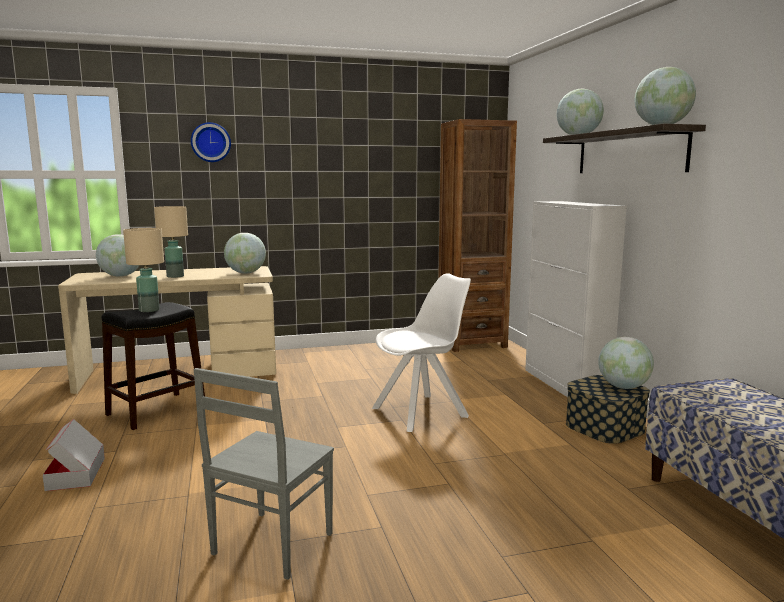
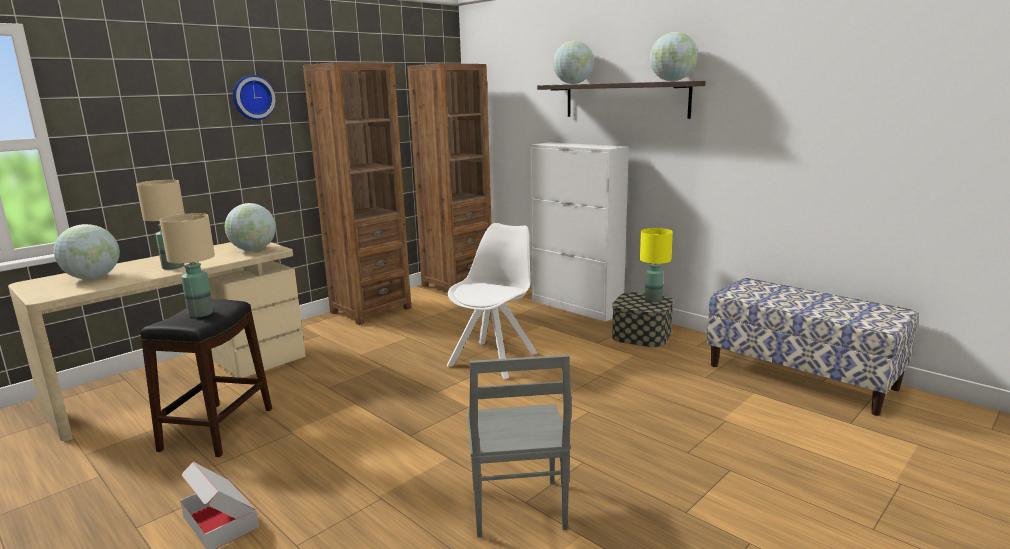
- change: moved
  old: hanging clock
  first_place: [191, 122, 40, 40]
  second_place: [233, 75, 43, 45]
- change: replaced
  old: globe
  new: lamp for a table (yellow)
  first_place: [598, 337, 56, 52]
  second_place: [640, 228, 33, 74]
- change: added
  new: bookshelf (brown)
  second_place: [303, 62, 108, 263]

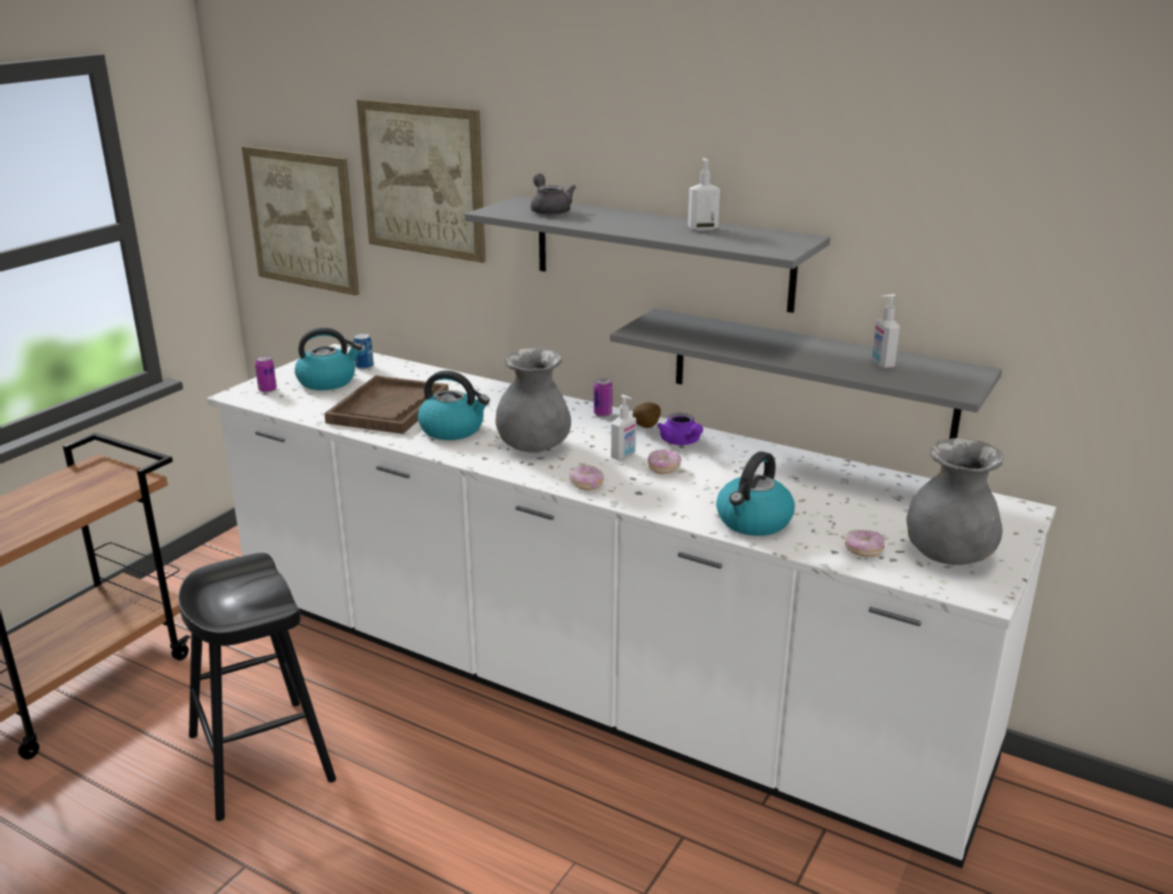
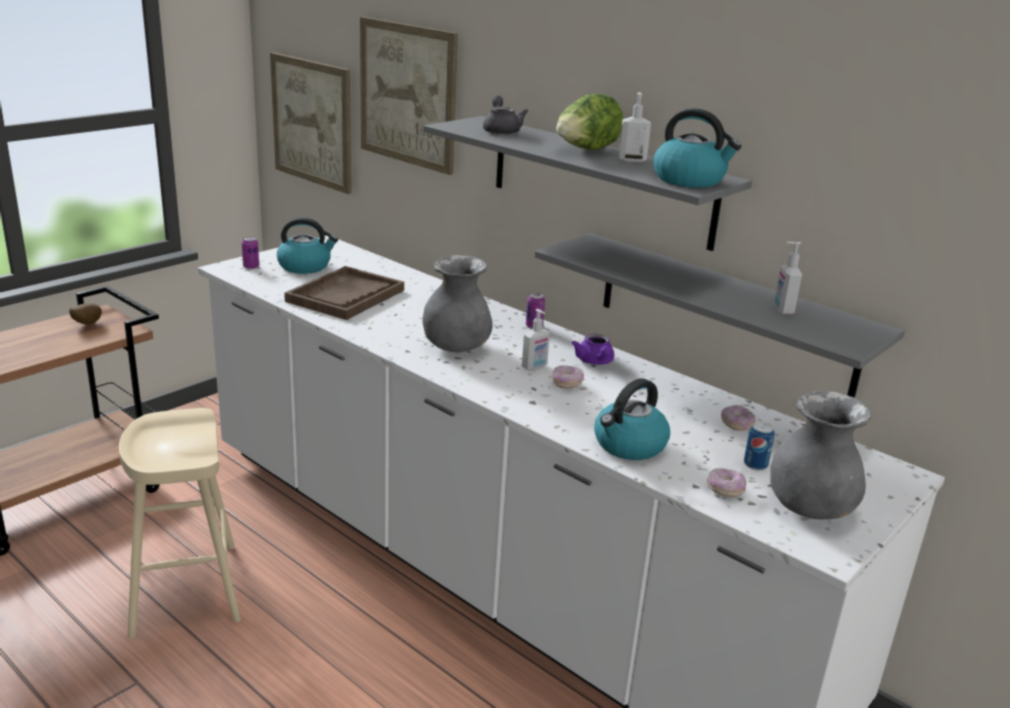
- change: moved
  old: metal can
  first_place: [353, 333, 21, 36]
  second_place: [744, 422, 31, 48]
- change: moved
  old: tea kettle
  first_place: [418, 370, 72, 70]
  second_place: [653, 108, 88, 80]
- change: moved
  old: spud
  first_place: [632, 402, 29, 26]
  second_place: [69, 303, 33, 22]
- change: moved
  old: donut
  first_place: [570, 465, 34, 25]
  second_place: [721, 405, 34, 26]
- change: recoloured
  old: sitting stool (blackish)
  new: sitting stool (beige)
  first_place: [178, 553, 158, 268]
  second_place: [119, 408, 122, 231]
- change: added
  new: lettuce head
  second_place: [556, 93, 67, 57]

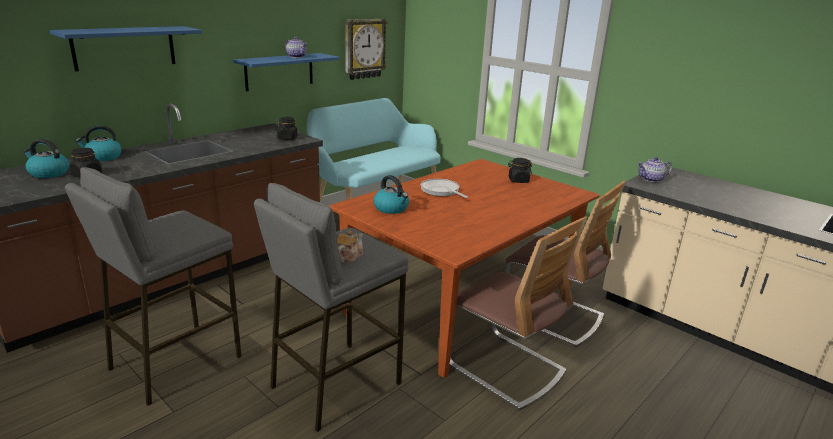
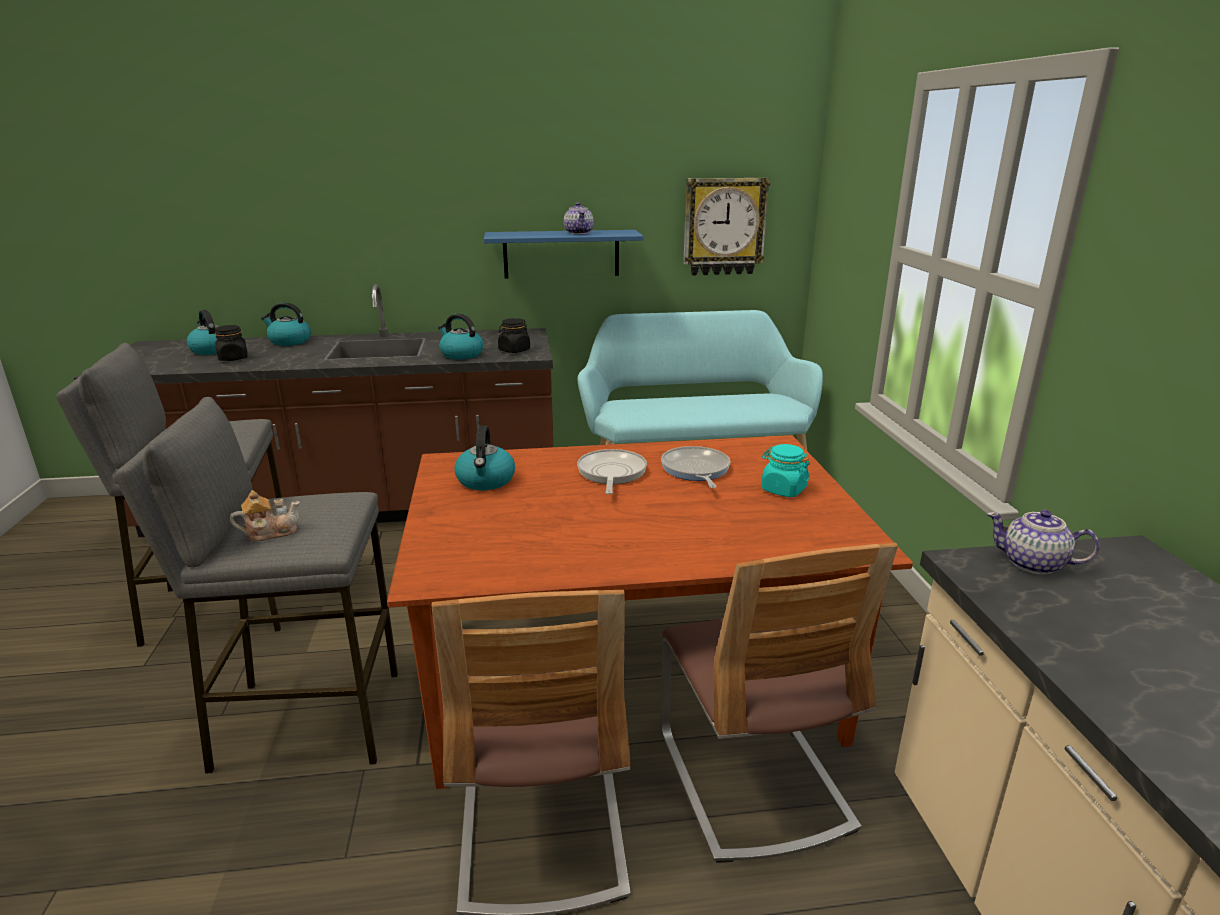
- change: removed
  old: wall shelf (bluish)
  first_place: [50, 26, 152, 45]
- change: recoloured
  old: storage jar (blackish)
  new: storage jar (turquoise)
  first_place: [508, 158, 24, 25]
  second_place: [761, 444, 49, 53]
- change: added
  new: tea kettle
  second_place: [438, 313, 46, 47]
- change: added
  new: pan
  second_place: [661, 446, 69, 42]

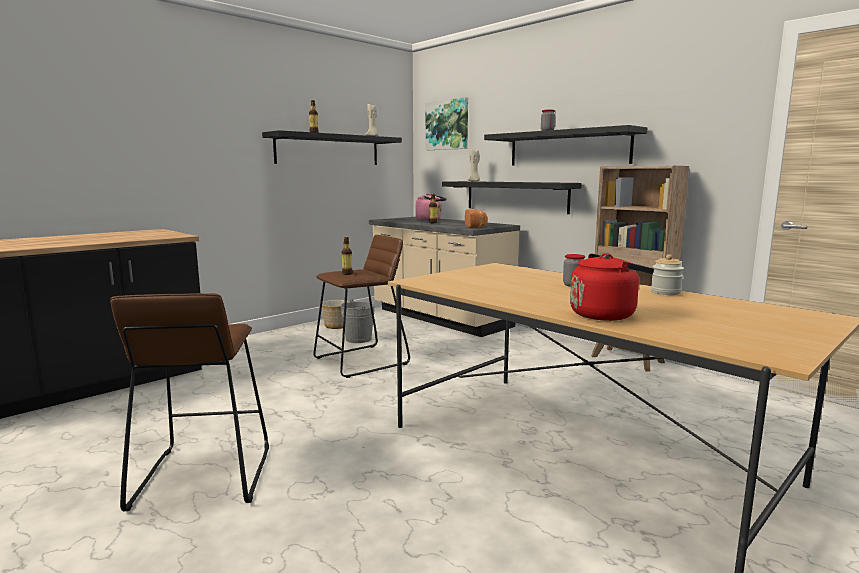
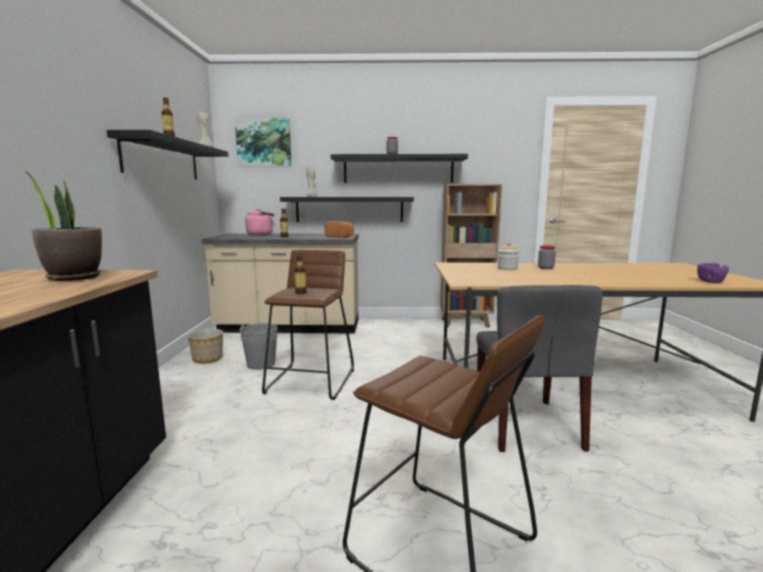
- change: removed
  old: tea kettle (red-coloured)
  first_place: [570, 253, 84, 68]
- change: moved
  old: storage jar
  first_place: [651, 254, 33, 41]
  second_place: [498, 242, 21, 28]
- change: added
  new: houseplant
  second_place: [25, 171, 77, 110]
- change: added
  new: deep dish (purplish)
  second_place: [697, 263, 32, 20]
- change: added
  new: chair (grey)
  second_place: [476, 285, 127, 167]

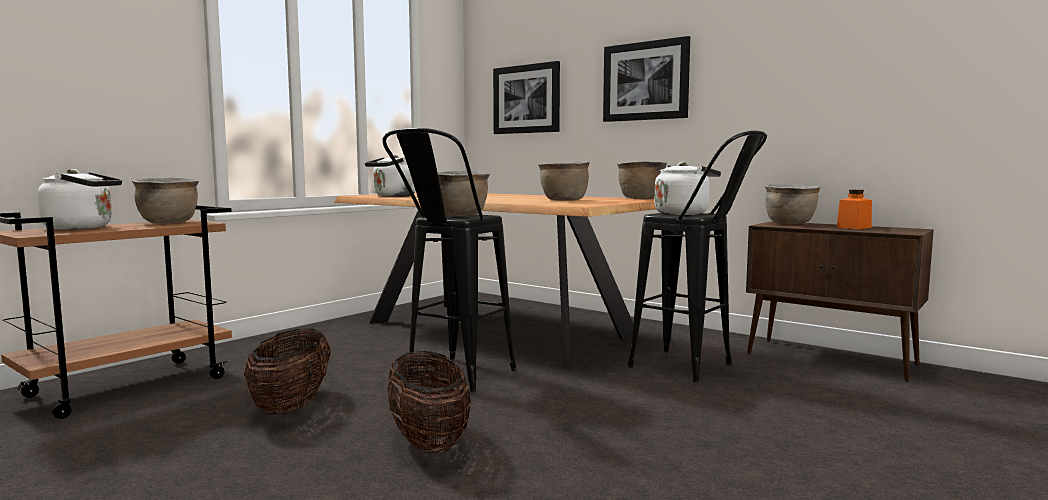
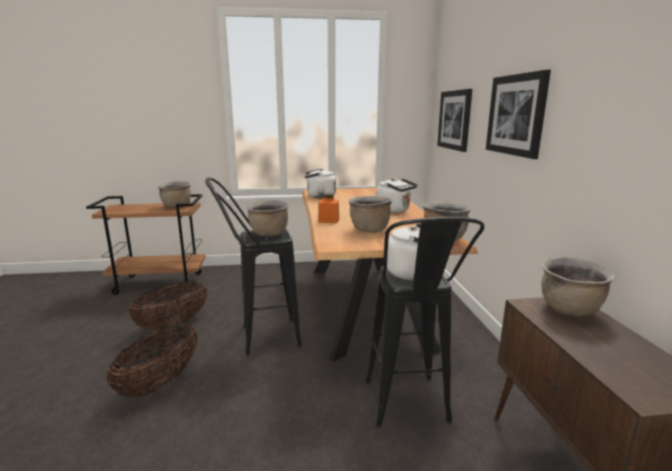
- change: moved
  old: tea kettle (white-coloured)
  first_place: [38, 169, 84, 61]
  second_place: [376, 178, 41, 35]
- change: moved
  old: storage jar (orange)
  first_place: [837, 190, 35, 39]
  second_place: [318, 194, 21, 29]

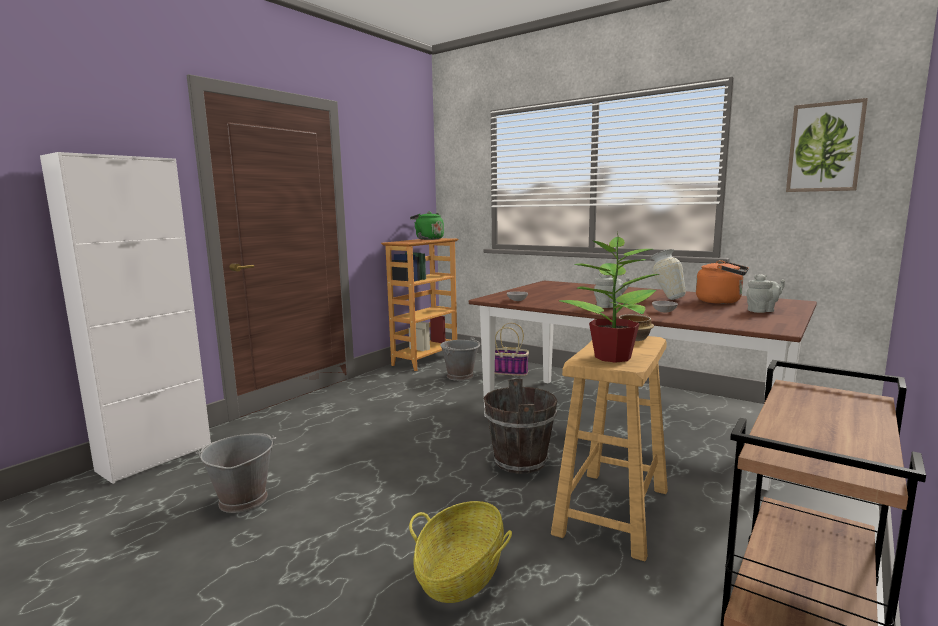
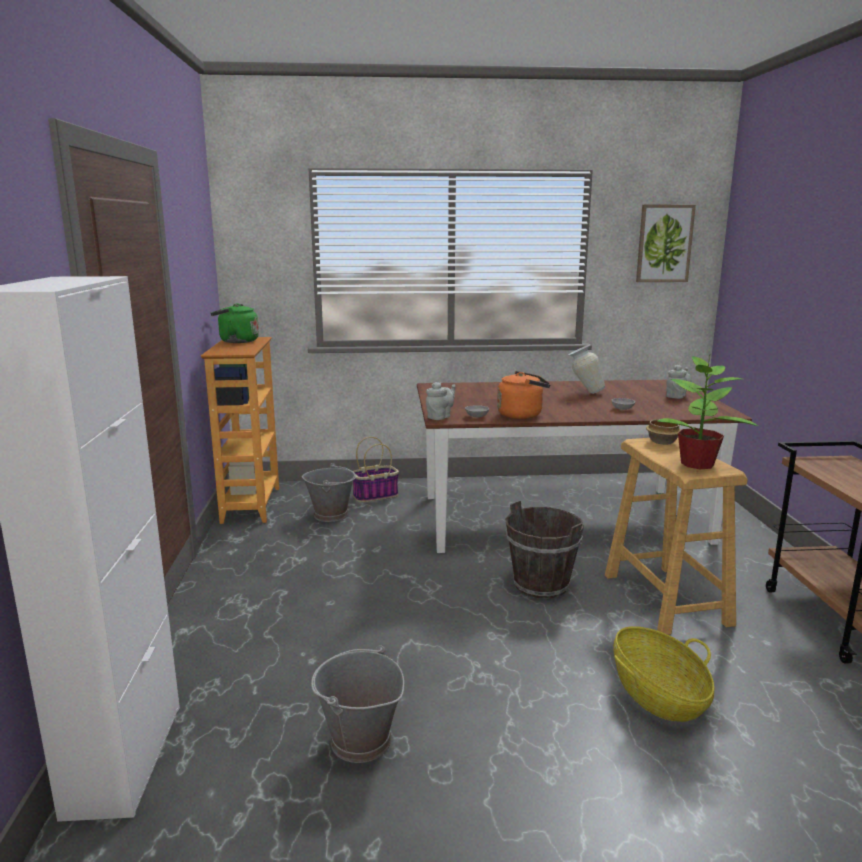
- change: moved
  old: tea kettle (orange)
  first_place: [696, 260, 53, 44]
  second_place: [497, 371, 54, 48]
- change: moved
  old: pot for tea (grey)
  first_place: [594, 273, 36, 35]
  second_place: [426, 382, 29, 38]

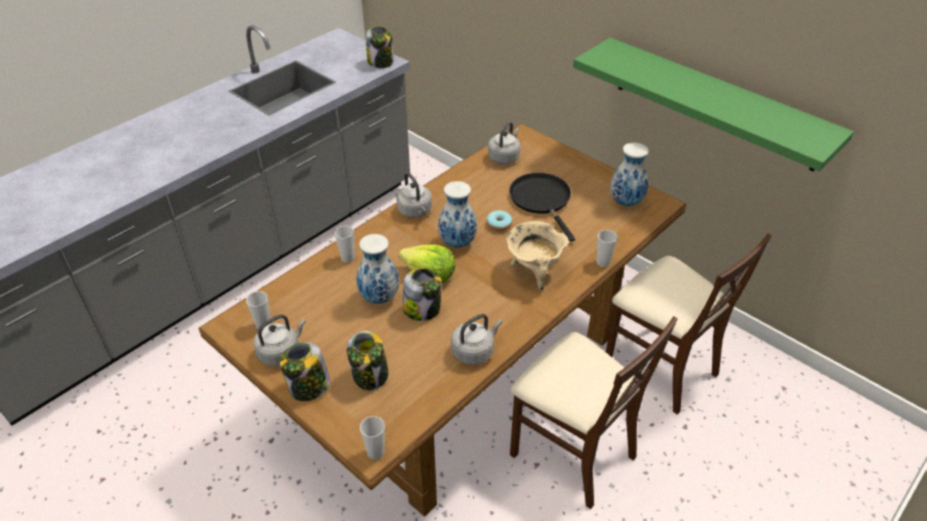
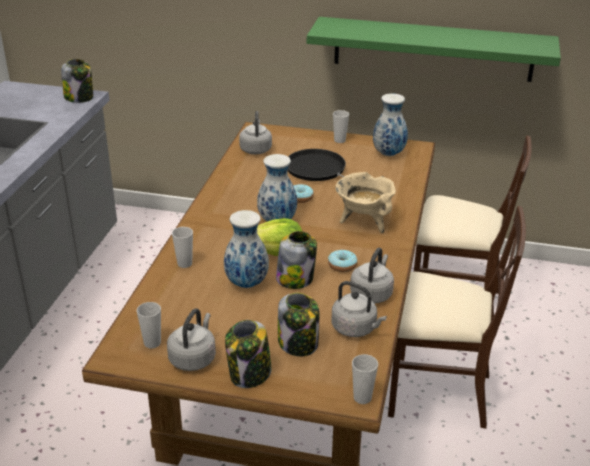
- change: moved
  old: tea kettle (grey)
  first_place: [397, 172, 35, 46]
  second_place: [331, 281, 56, 56]
- change: moved
  old: cup
  first_place: [597, 230, 21, 37]
  second_place: [333, 110, 16, 33]
- change: added
  new: donut
  second_place: [328, 249, 29, 23]

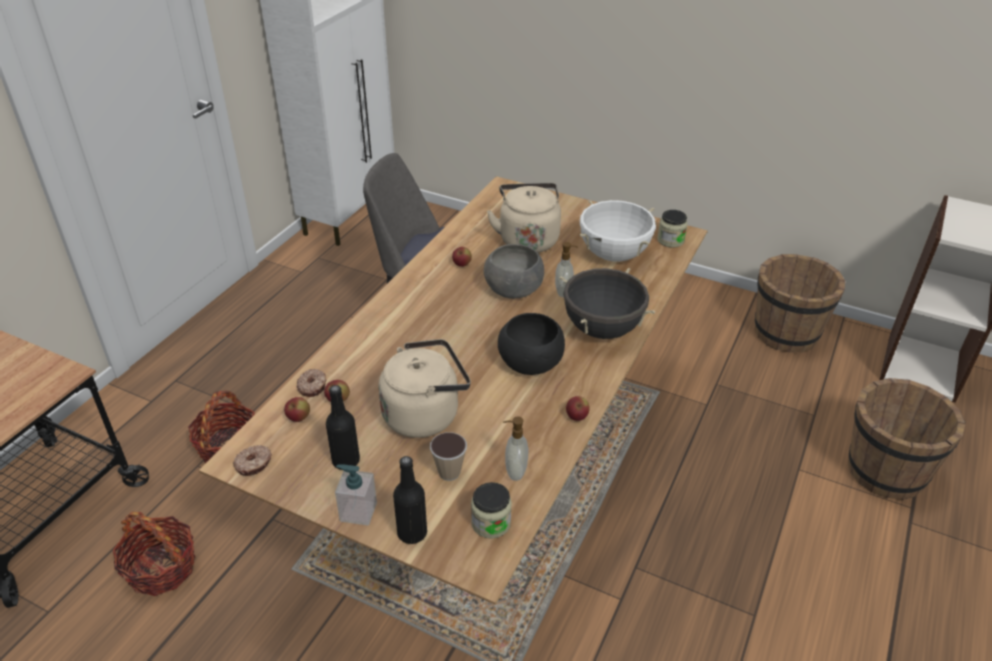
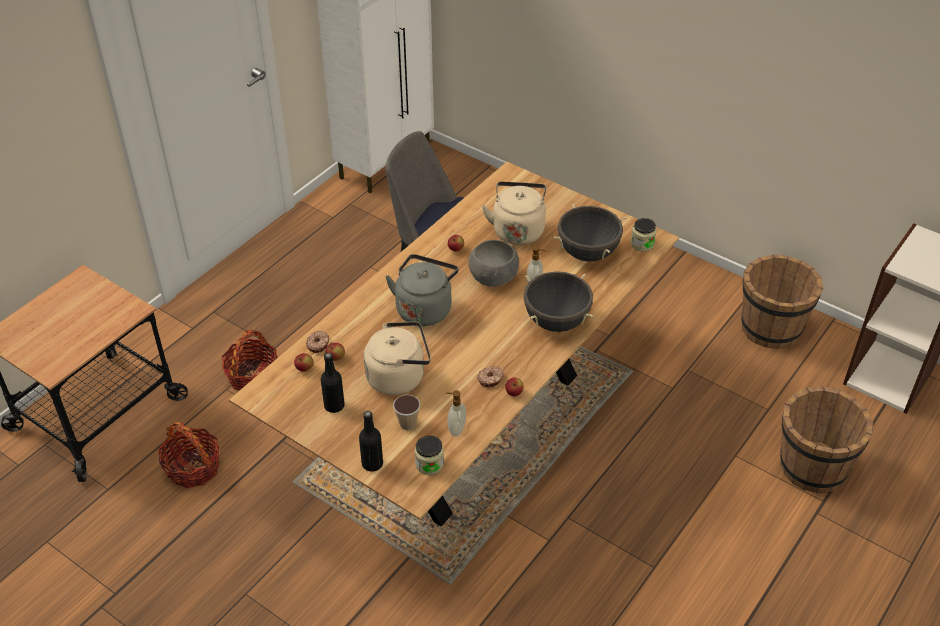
- change: recoloured
  old: cooking pot (white-coloured)
  new: cooking pot (blackish)
  first_place: [579, 200, 77, 62]
  second_place: [553, 203, 73, 59]
- change: removed
  old: deep dish (blackish)
  first_place: [498, 313, 67, 62]
- change: moved
  old: donut
  first_place: [233, 445, 39, 31]
  second_place: [477, 366, 27, 21]
- change: removed
  old: liquid soap bottle
  first_place: [335, 464, 42, 62]
- change: added
  new: tea kettle (grey)
  second_place: [385, 254, 73, 72]

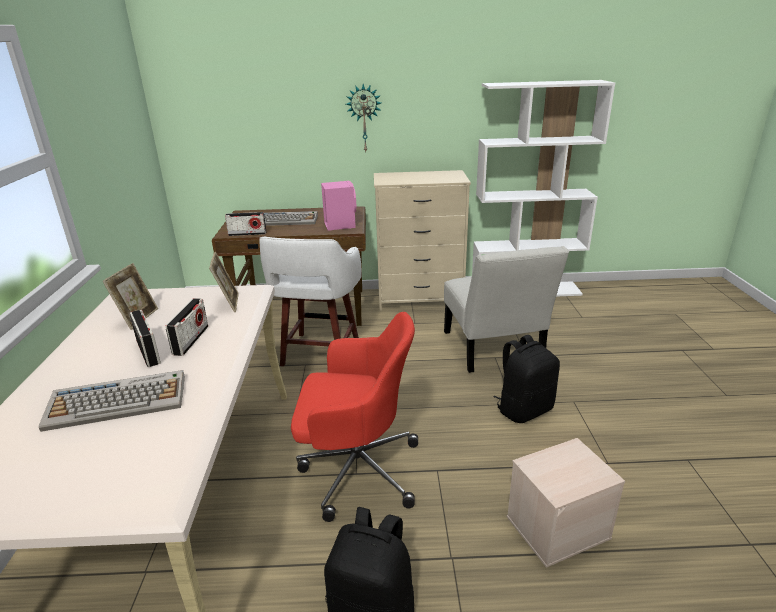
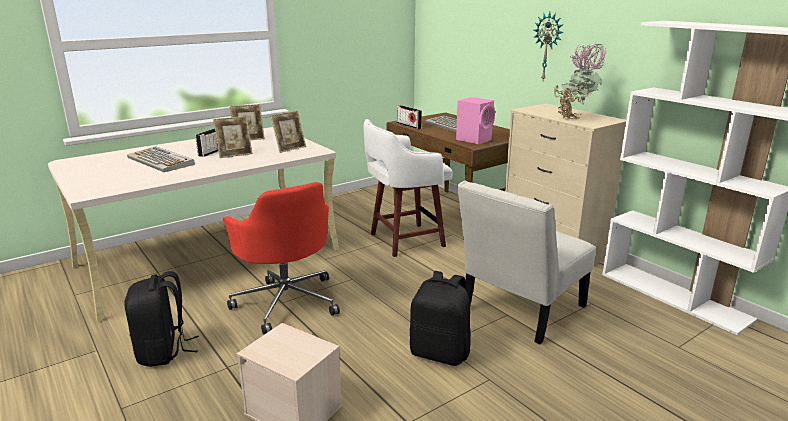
- change: replaced
  old: radio
  new: standing frame
  first_place: [166, 298, 42, 58]
  second_place: [213, 116, 40, 42]
- change: added
  new: houseplant
  second_place: [554, 43, 52, 77]

